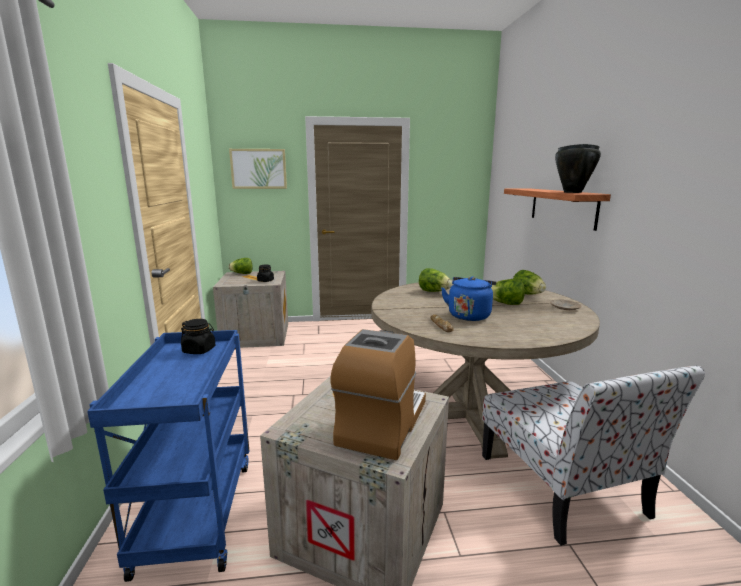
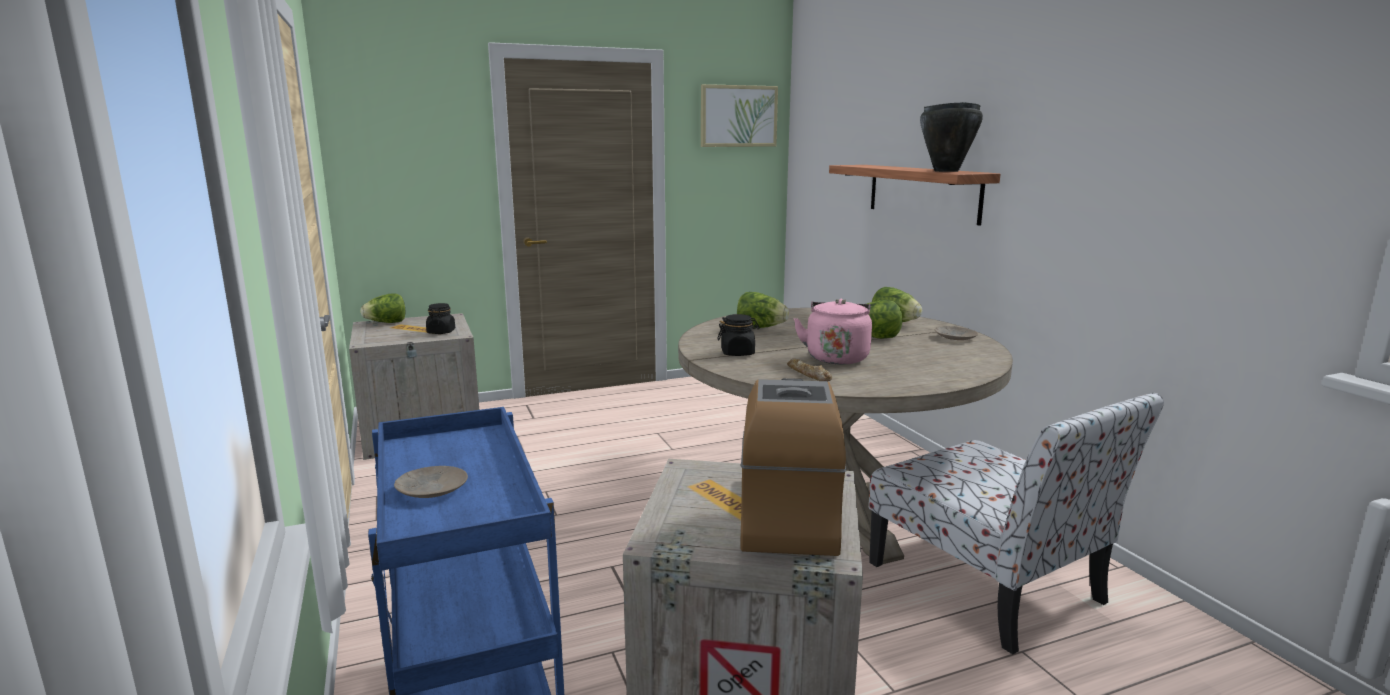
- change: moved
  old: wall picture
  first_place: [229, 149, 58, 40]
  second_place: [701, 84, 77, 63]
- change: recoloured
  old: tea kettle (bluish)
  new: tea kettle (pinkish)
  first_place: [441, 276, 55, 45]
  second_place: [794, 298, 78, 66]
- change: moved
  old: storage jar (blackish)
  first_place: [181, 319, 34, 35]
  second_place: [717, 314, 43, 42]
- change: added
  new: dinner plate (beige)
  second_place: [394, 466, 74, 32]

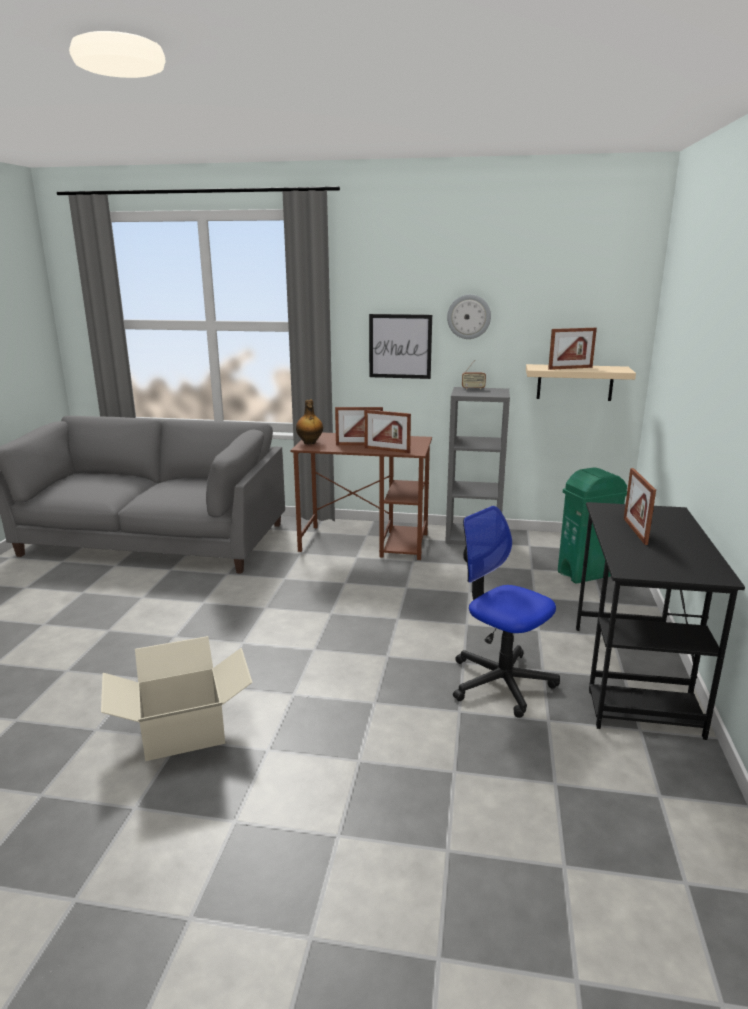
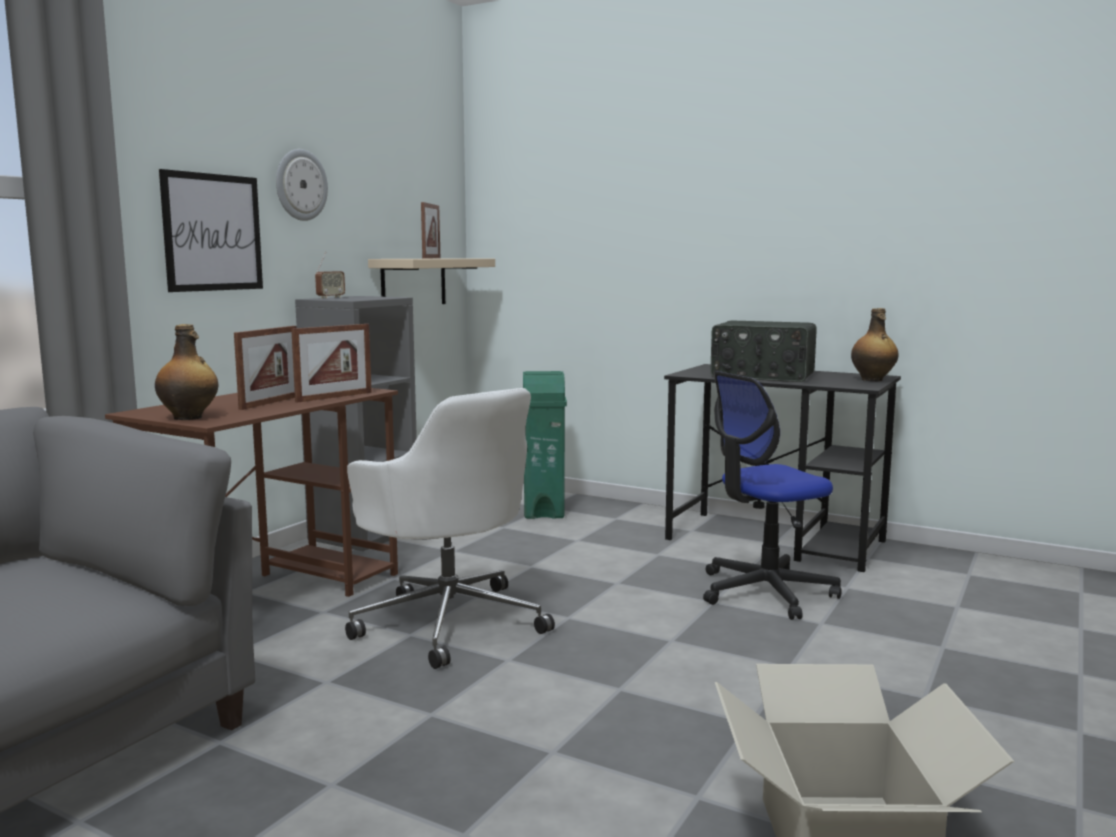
- change: replaced
  old: standing frame
  new: radio
  first_place: [624, 468, 32, 77]
  second_place: [710, 321, 107, 61]
- change: added
  new: drink bottle
  second_place: [851, 308, 48, 73]
- change: added
  new: office chair (white-coloured)
  second_place: [345, 388, 210, 281]

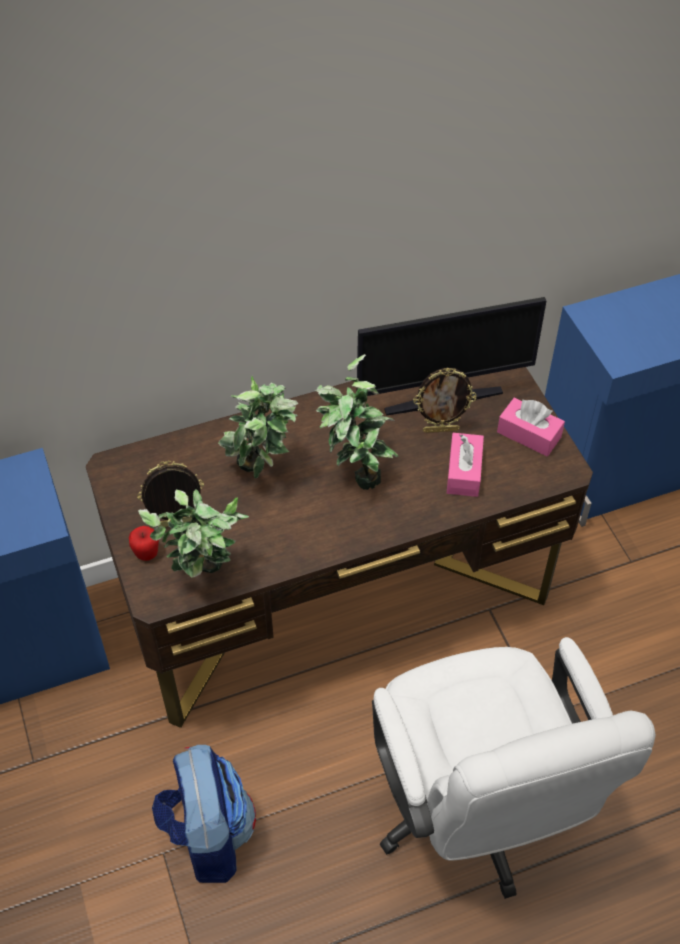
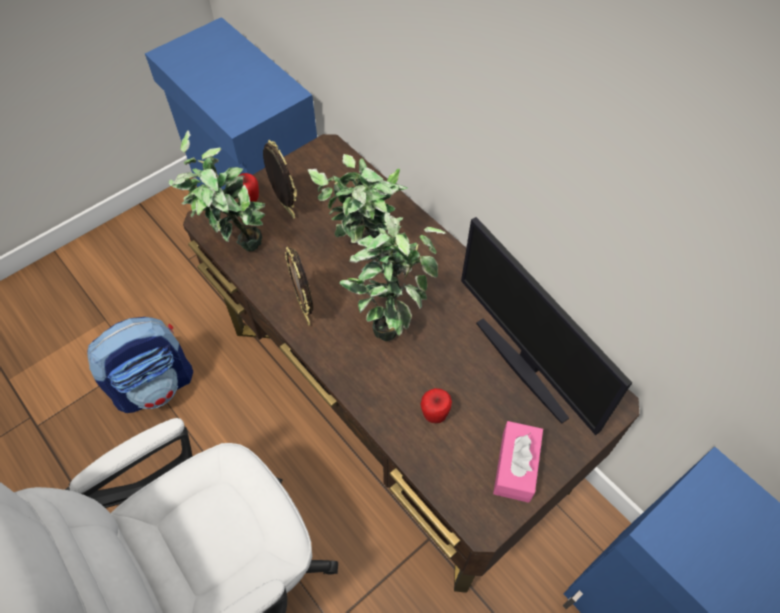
- change: moved
  old: standing frame
  first_place: [413, 368, 64, 65]
  second_place: [285, 247, 28, 79]
- change: replaced
  old: tissue holder (pinkish)
  new: apple fruit
  first_place: [447, 433, 37, 64]
  second_place: [420, 388, 32, 35]

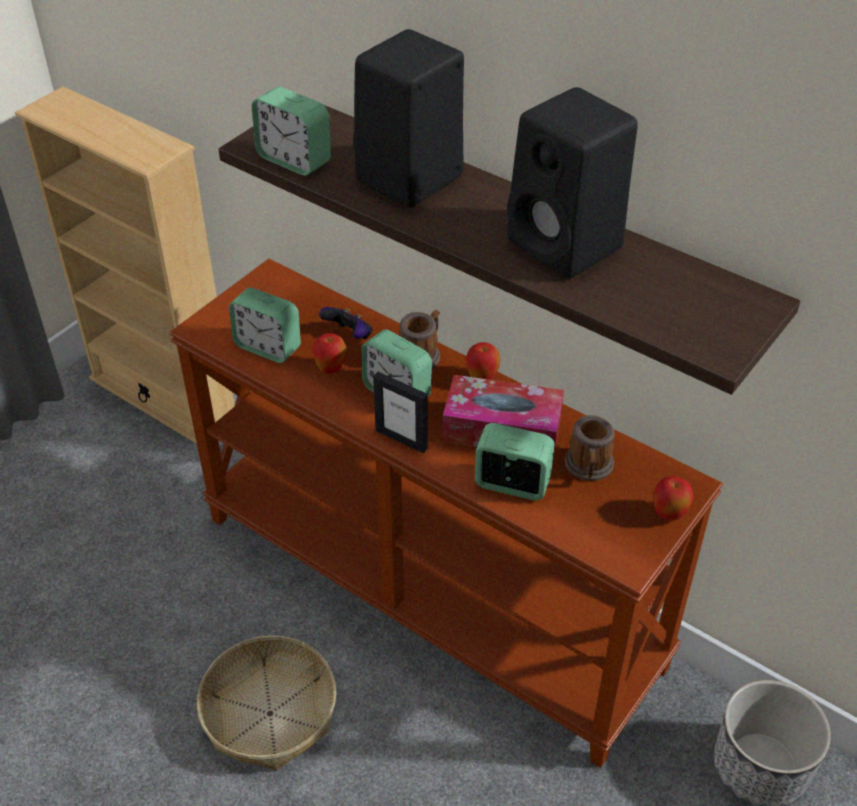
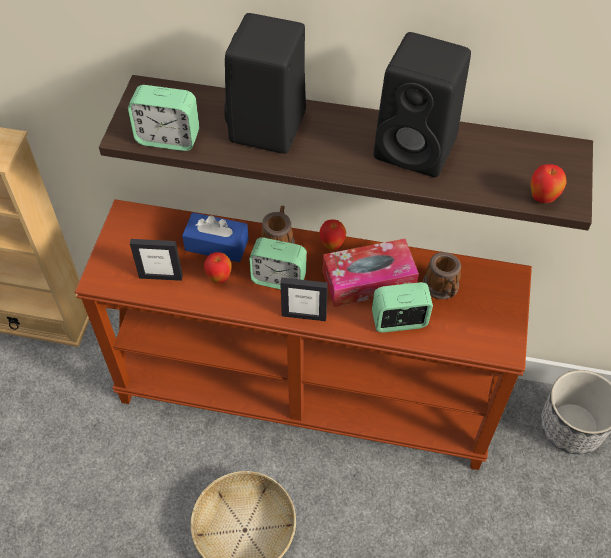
- change: replaced
  old: alarm clock
  new: standing frame
  first_place: [229, 287, 72, 76]
  second_place: [130, 239, 53, 42]
- change: replaced
  old: gamepad
  new: tissue holder (bluish)
  first_place: [319, 307, 54, 32]
  second_place: [182, 212, 67, 50]
- change: moved
  old: apple fruit
  first_place: [653, 476, 41, 45]
  second_place: [530, 164, 37, 39]

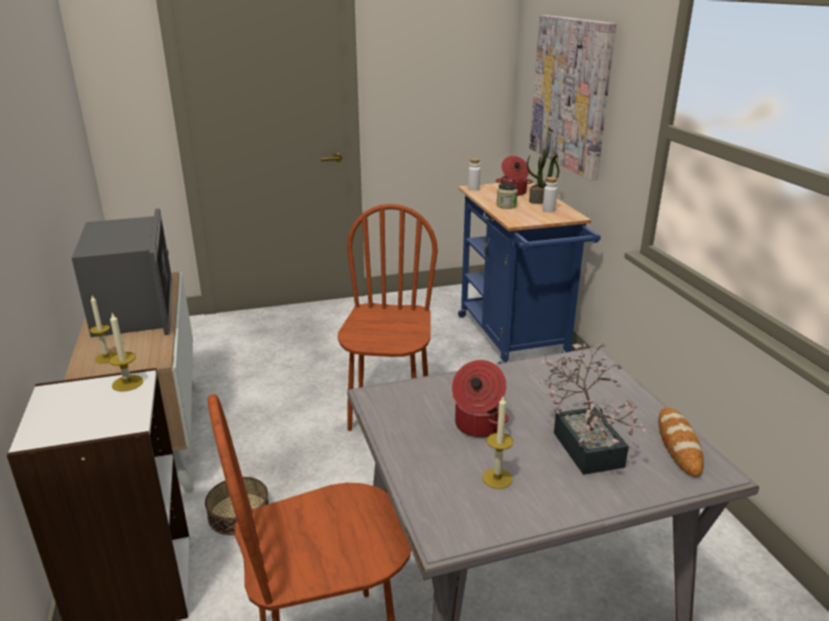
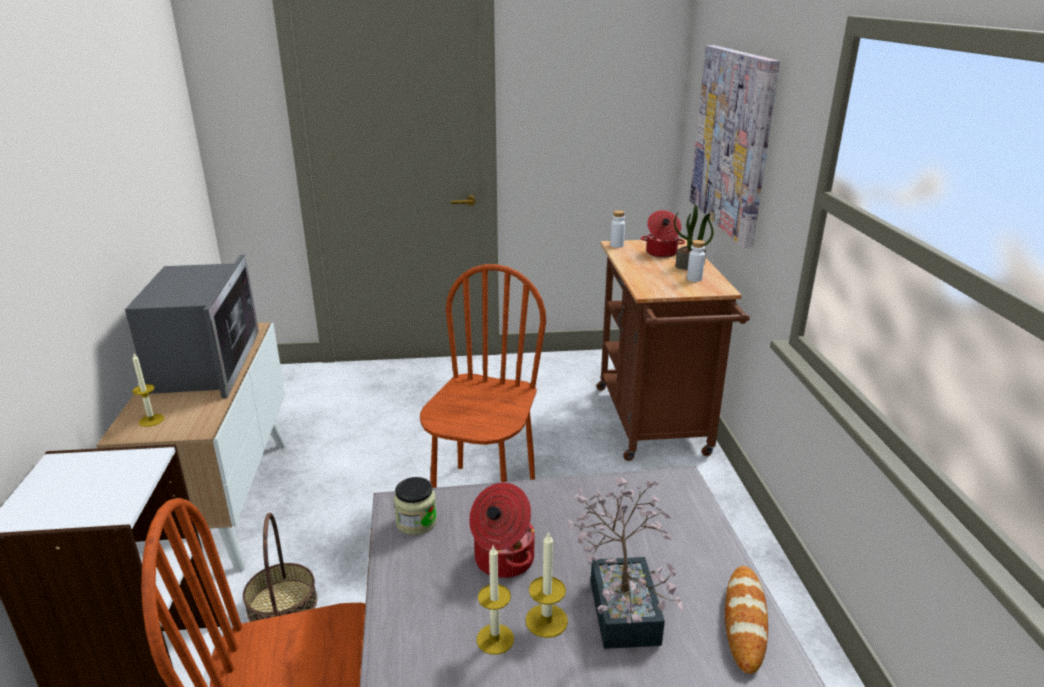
- change: recoloured
  old: cart (bluish)
  new: cart (brown)
  first_place: [458, 181, 143, 183]
  second_place: [596, 239, 154, 222]
- change: moved
  old: storage jar
  first_place: [496, 183, 22, 26]
  second_place: [394, 477, 43, 58]
- change: moved
  old: wax light
  first_place: [109, 313, 34, 79]
  second_place: [525, 531, 43, 107]

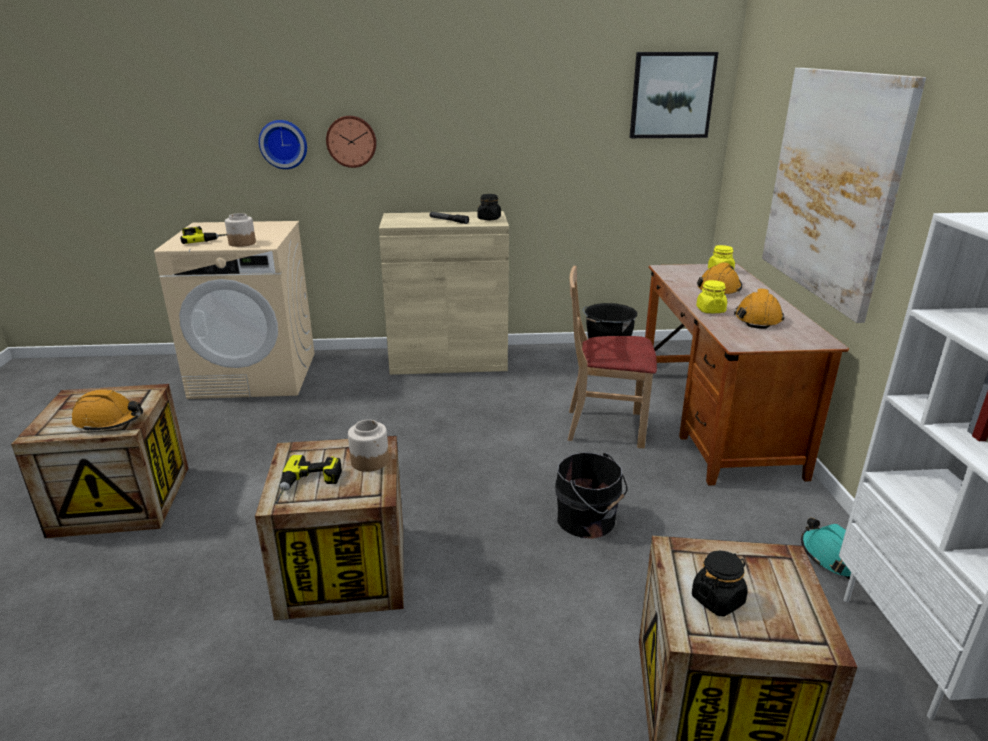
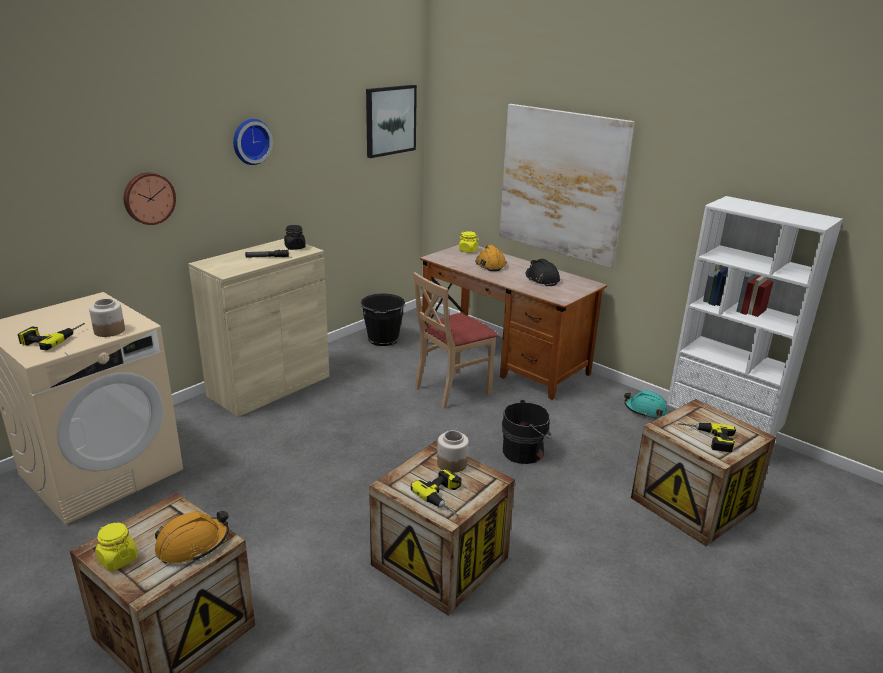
- change: moved
  old: hanging clock
  first_place: [259, 120, 48, 49]
  second_place: [233, 119, 40, 46]
- change: moved
  old: storage jar (yellow)
  first_place: [696, 280, 31, 33]
  second_place: [95, 523, 43, 48]
- change: recoloured
  old: work helmet (orange)
  new: work helmet (blackish)
  first_place: [734, 288, 50, 41]
  second_place: [526, 259, 34, 27]
- change: replaced
  old: storage jar (blackish)
  new: electric drill
  first_place: [692, 551, 56, 66]
  second_place: [678, 423, 58, 29]

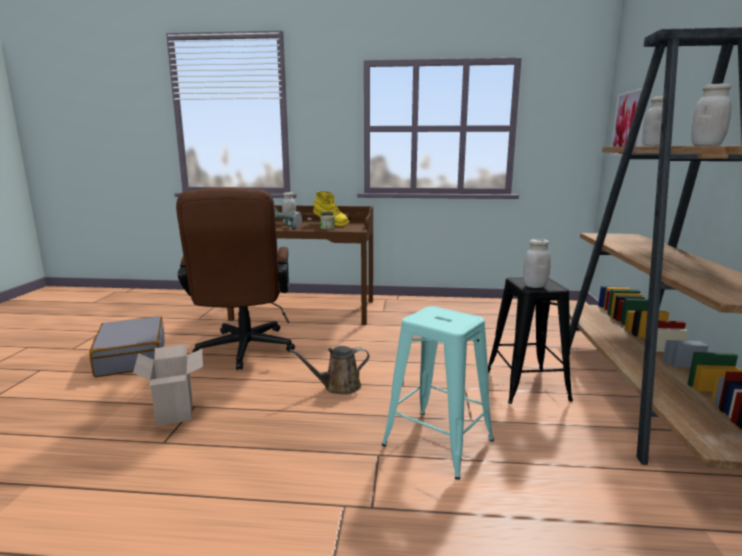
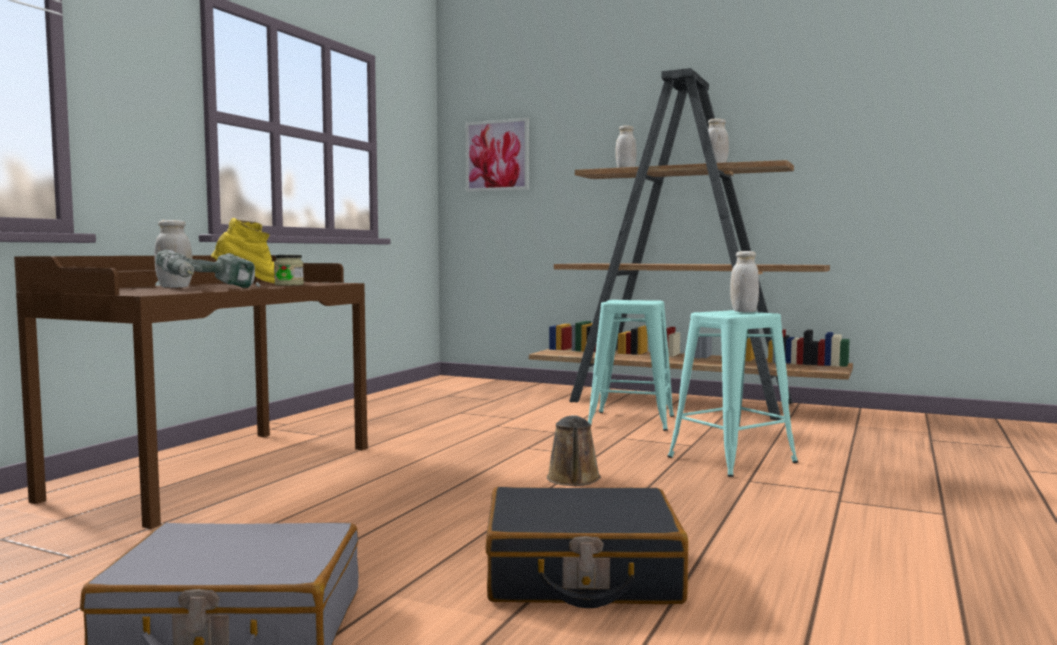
- change: removed
  old: office chair (brown)
  first_place: [176, 188, 119, 182]
- change: moved
  old: storage jar (white-coloured)
  first_place: [523, 239, 28, 49]
  second_place: [730, 251, 29, 61]
- change: recoloured
  old: sitting stool (blackish)
  new: sitting stool (turquoise)
  first_place: [488, 277, 85, 127]
  second_place: [588, 300, 86, 131]
- change: replaced
  old: packing box
  new: travel case (blackish)
  first_place: [133, 344, 70, 82]
  second_place: [486, 487, 202, 121]

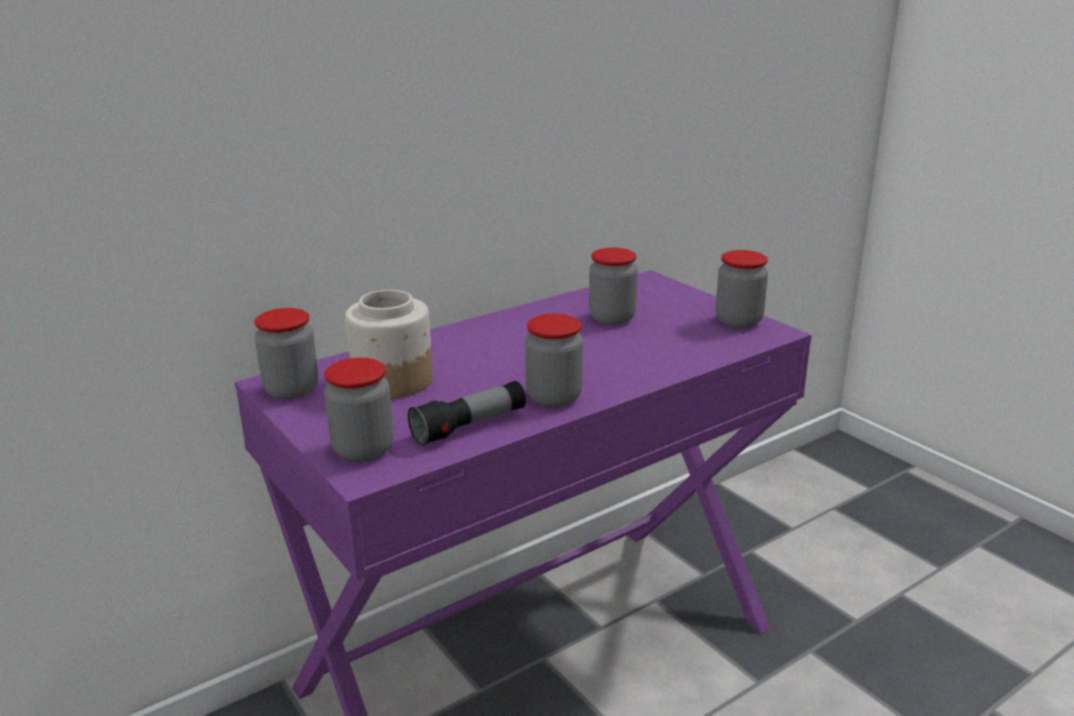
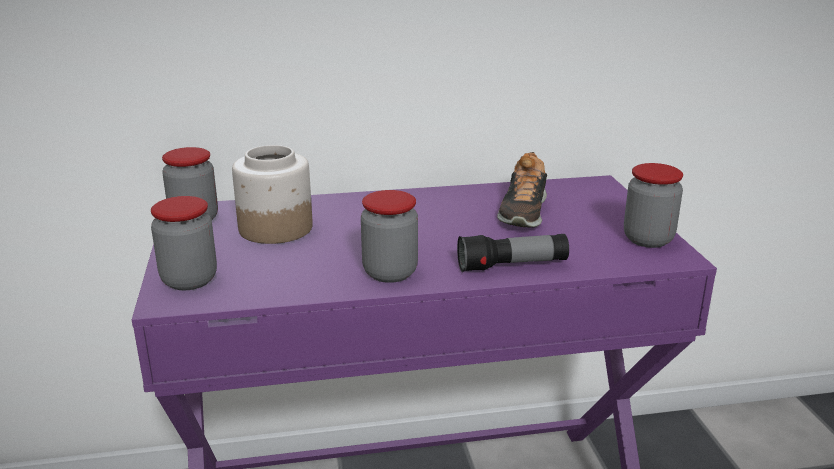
- change: replaced
  old: storage jar
  new: item of footwear
  first_place: [589, 248, 49, 77]
  second_place: [497, 152, 50, 76]
- change: moved
  old: torch
  first_place: [408, 381, 118, 65]
  second_place: [457, 234, 112, 38]

